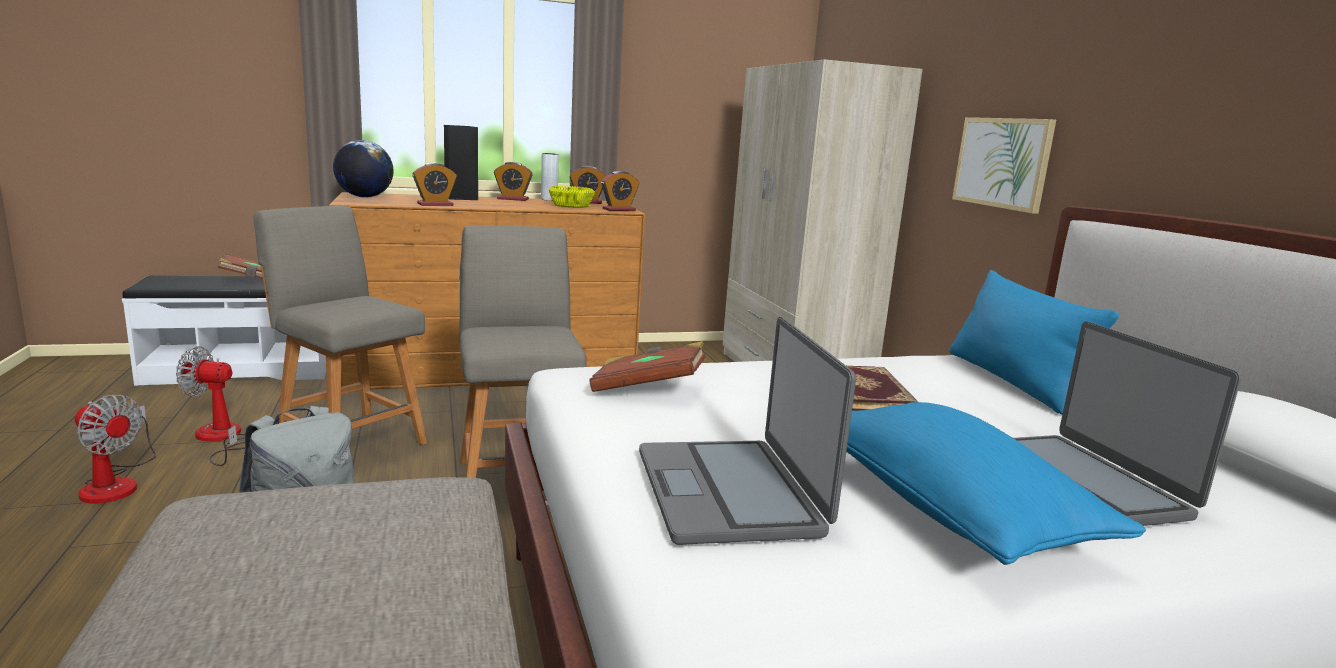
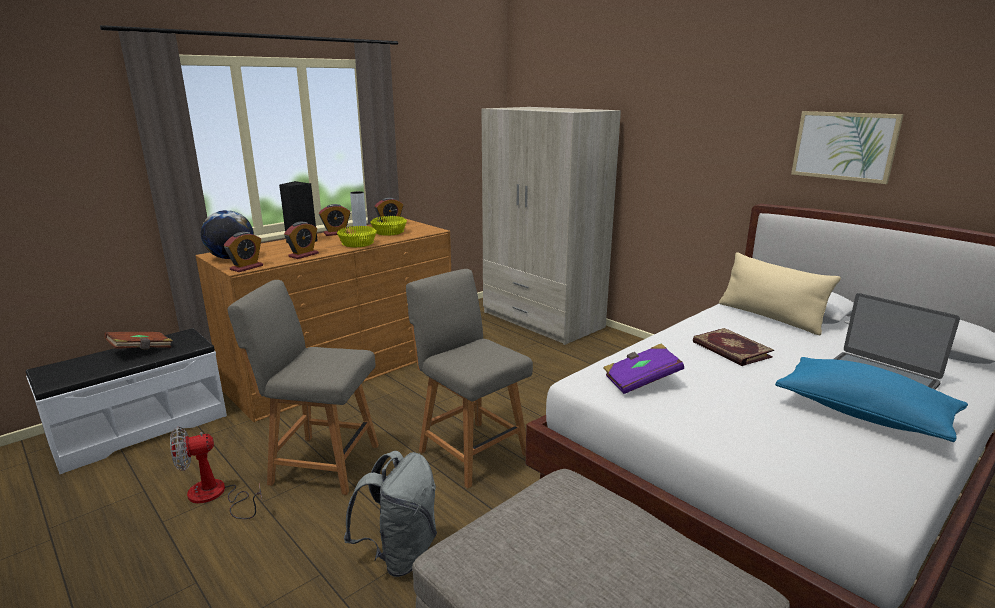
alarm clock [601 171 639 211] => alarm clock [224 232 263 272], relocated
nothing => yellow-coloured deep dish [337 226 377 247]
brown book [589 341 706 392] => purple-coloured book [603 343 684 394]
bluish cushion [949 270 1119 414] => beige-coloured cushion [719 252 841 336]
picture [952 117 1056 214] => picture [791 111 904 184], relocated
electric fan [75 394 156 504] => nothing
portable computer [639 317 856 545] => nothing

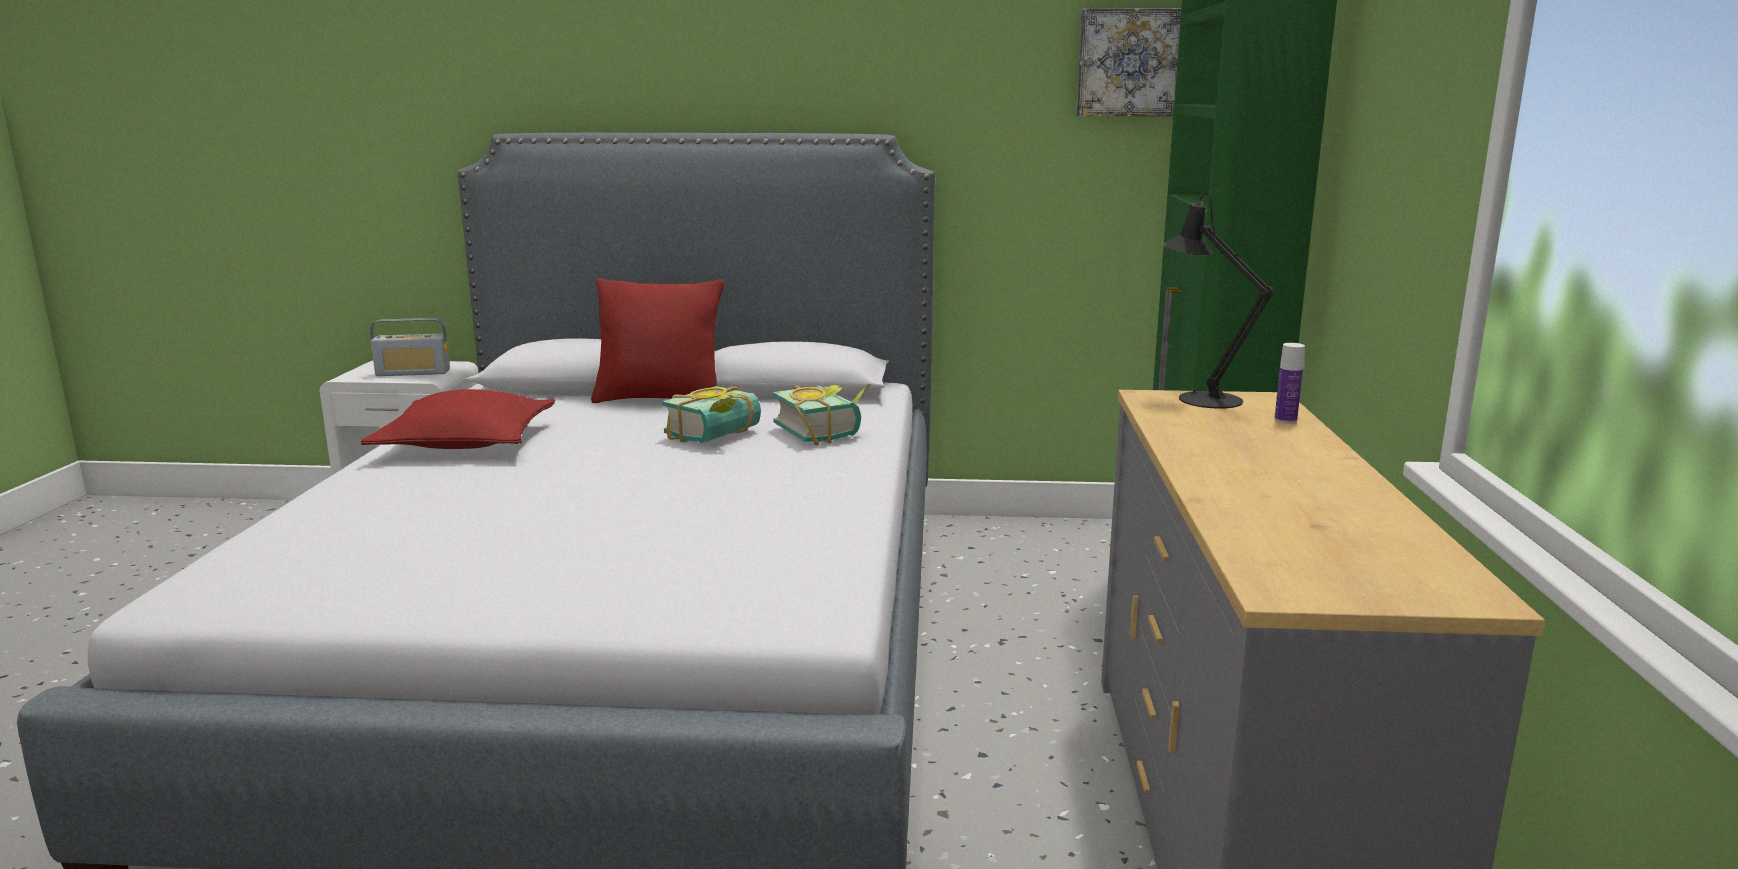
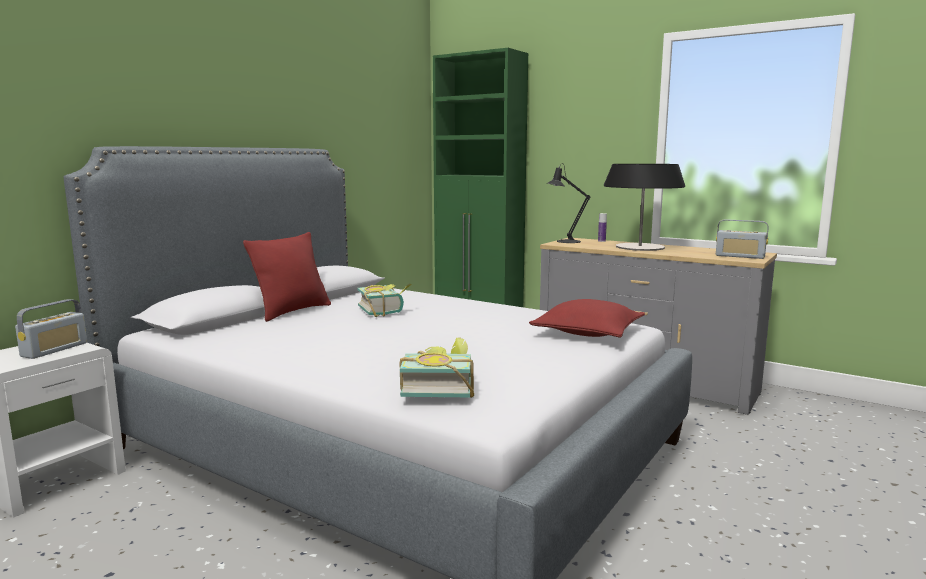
book [773 384 871 445] => book [400 338 474 398], relocated
red-coloured cushion [361 389 555 449] => red-coloured cushion [529 299 645 337], relocated
nothing => table lamp [604 164 685 251]
nothing => radio receiver [716 219 769 259]
picture [1076 8 1181 116] => nothing

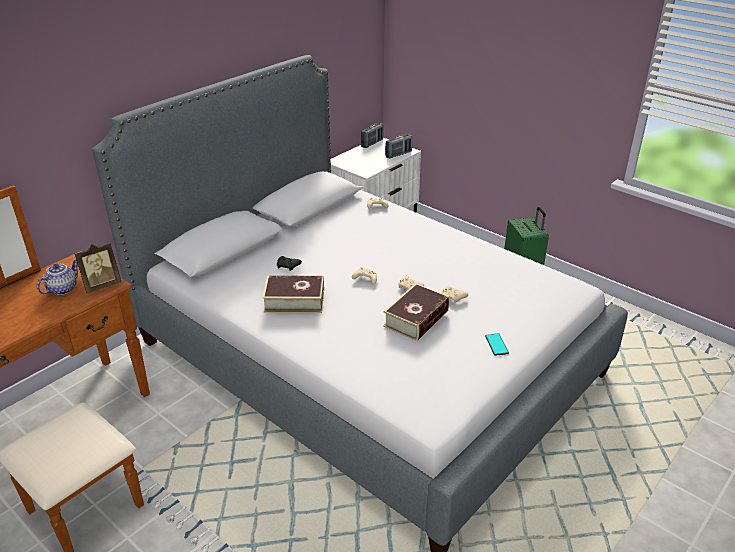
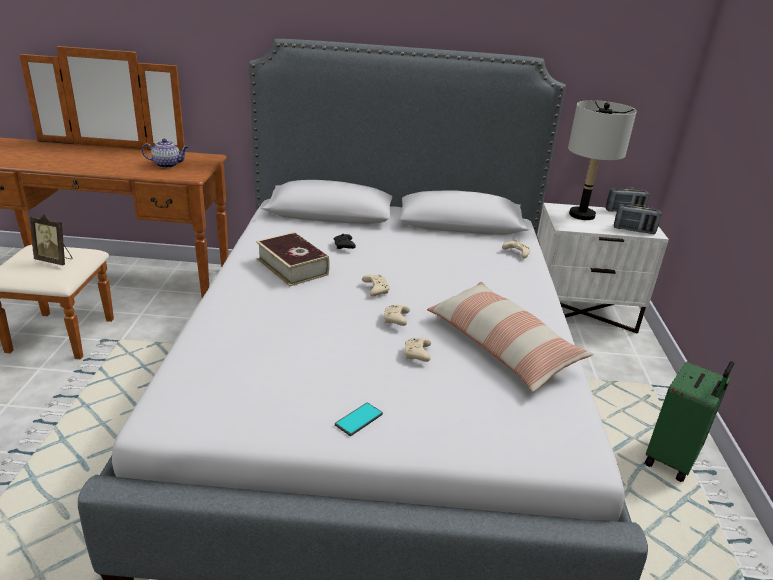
standing frame [75 243 121 293] => standing frame [30 215 72 265], relocated
nothing => cushion [427 282 593 392]
nothing => greyish table lamp [568 100 637 220]
book [383 283 450 341] => nothing

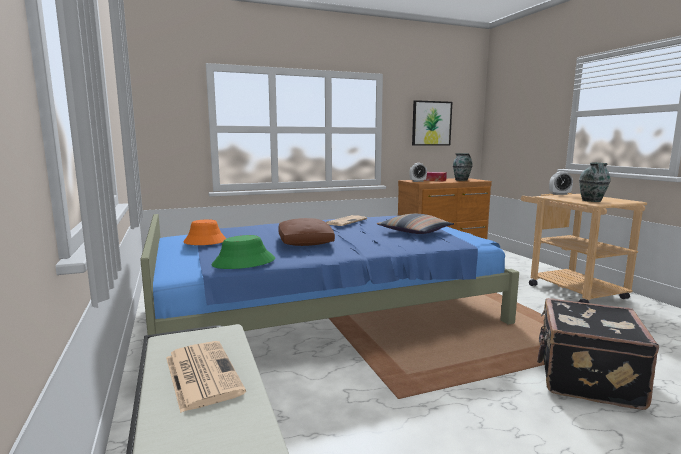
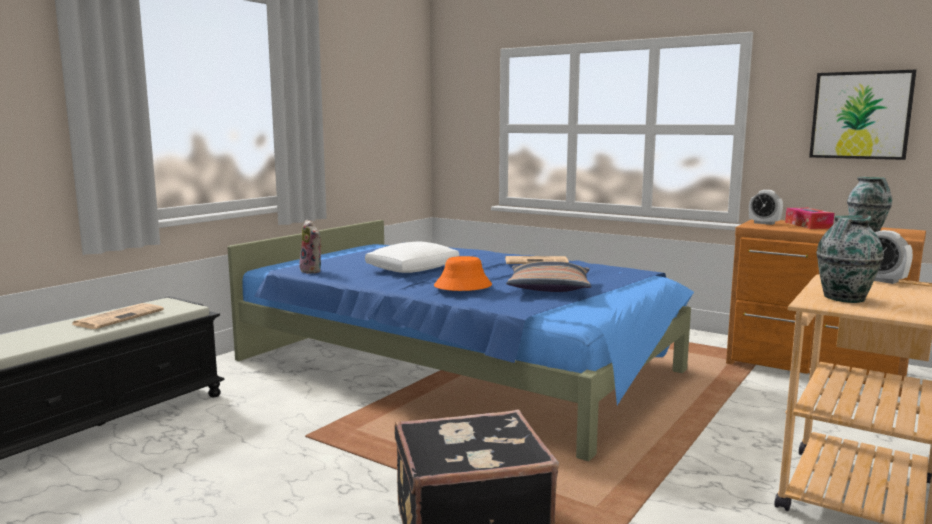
green clothing hat [211 235 275 269] => plush toy [299 220 322 274]
brown cushion [278 218 335 246] => white cushion [365 242 459 273]
orangey clothing hat [184 219 226 245] => orangey clothing hat [434 256 492 291], relocated

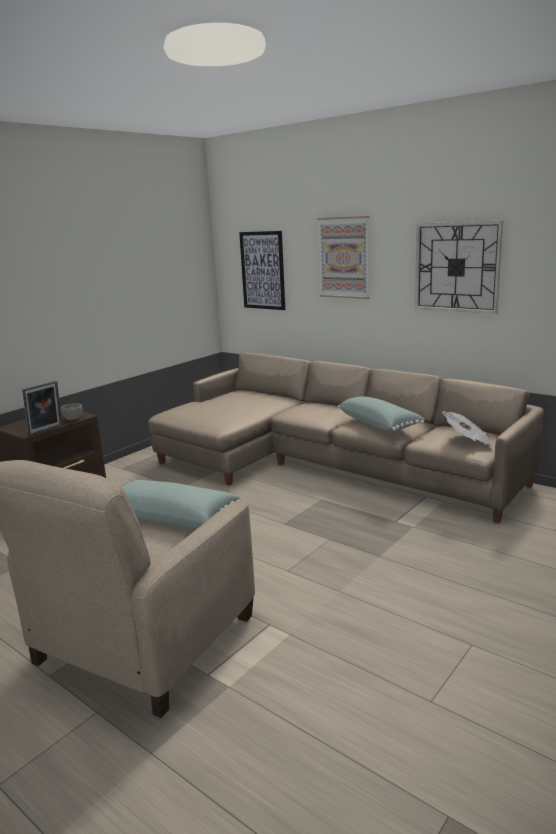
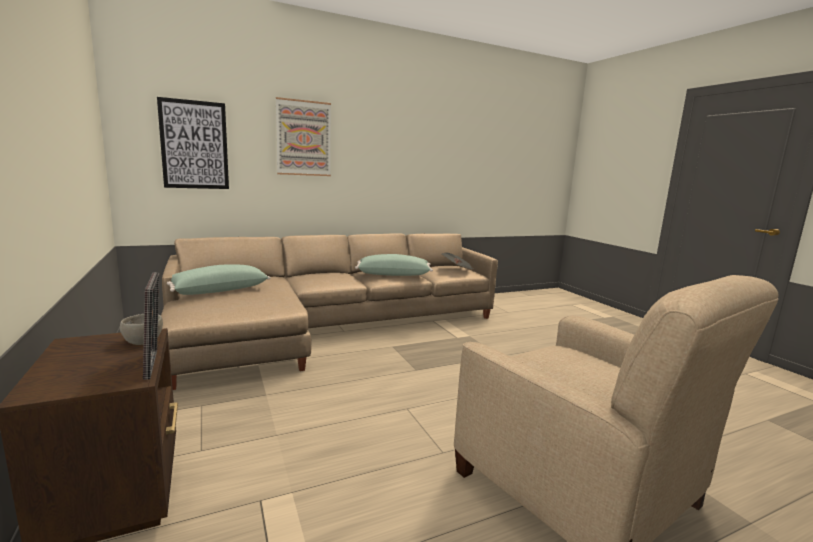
green cushion [121 480 241 528] => green cushion [167 264 271 295], relocated
clock on the wall [415 221 503 314] => nothing

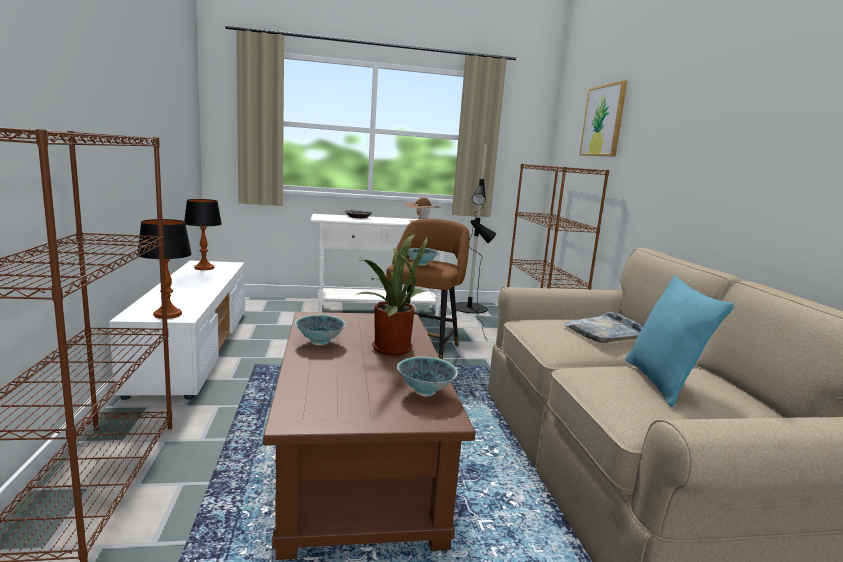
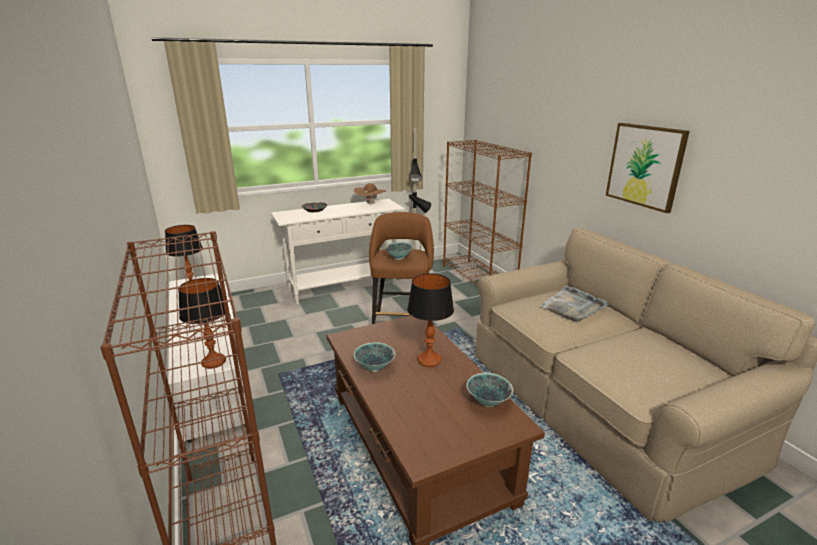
potted plant [356 234 428 356] => table lamp [407 273 454 367]
picture [579 80 627 157] => picture [606 123 690 213], relocated
turquoise-coloured cushion [625 275 734 407] => nothing

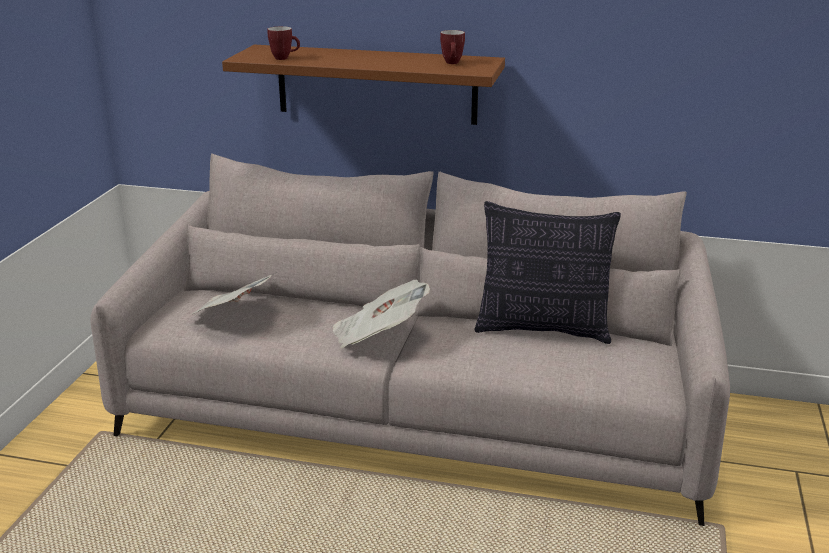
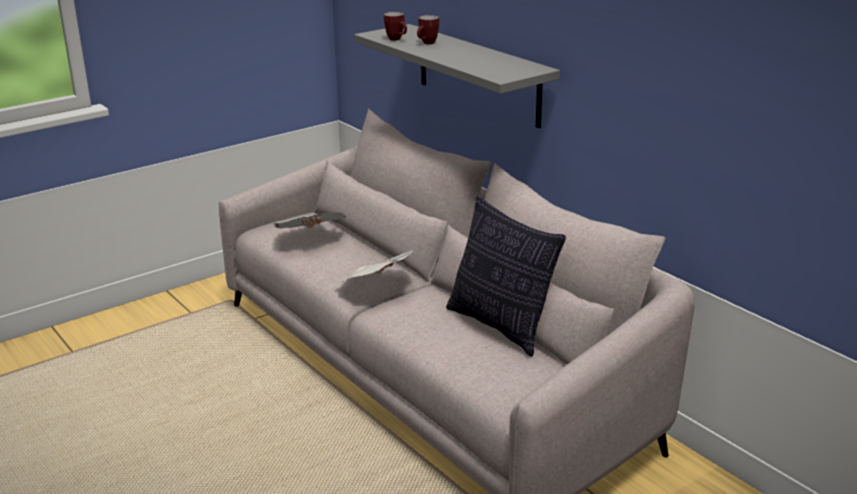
brown shelf [222 45 505 125] => greyish shelf [354 24 560 128]
coffee mug [440 30 465 64] => coffee mug [417 15 439 44], relocated

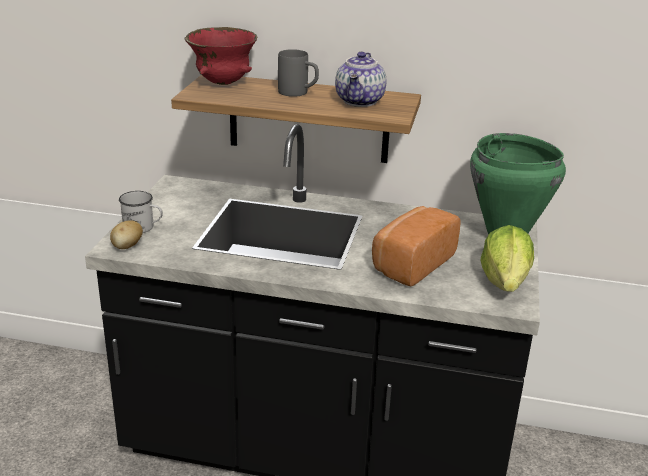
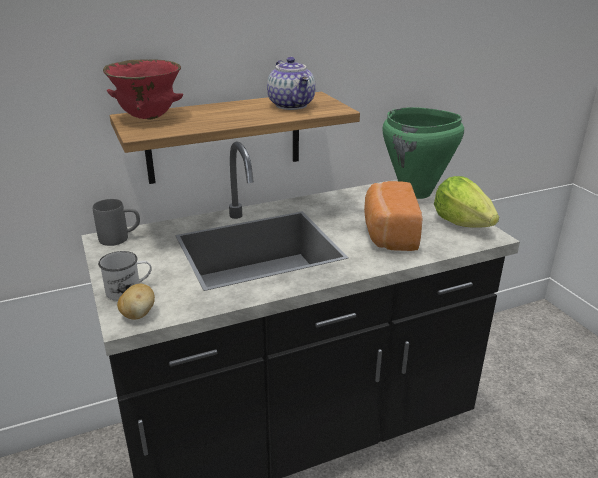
greyish coffee mug [278 49 319 97] => greyish coffee mug [93 199 140 246], relocated

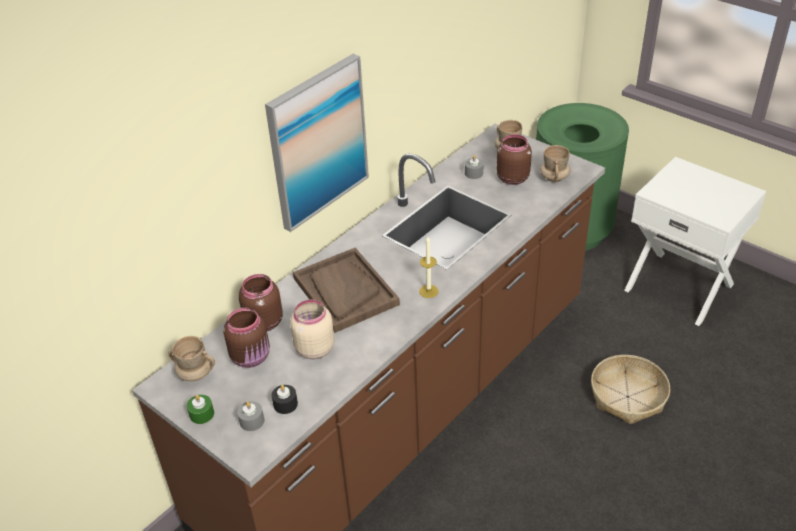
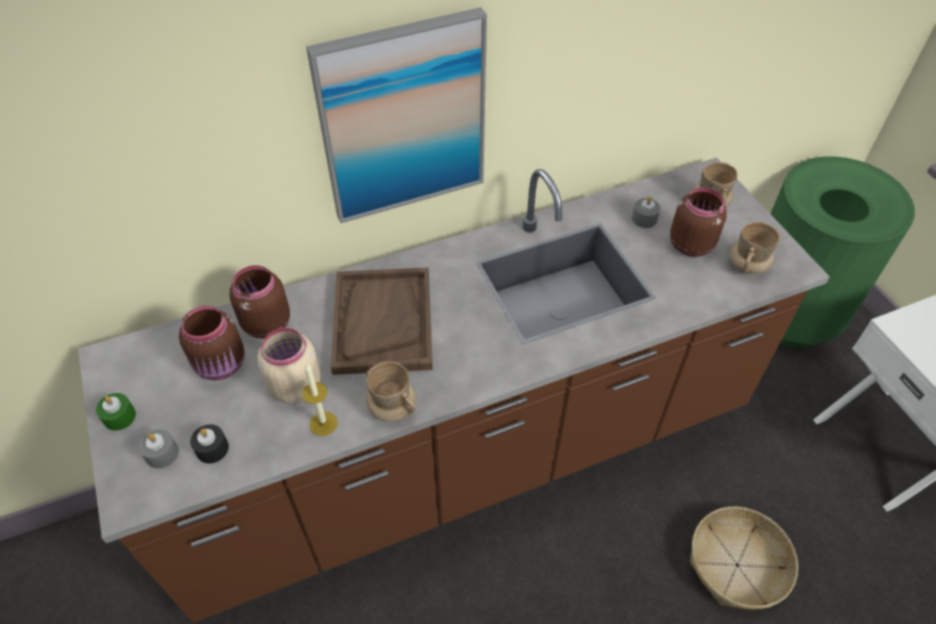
wax candle [419 236 438 298] => wax candle [302 363 338 436], relocated
beige-coloured coffee mug [168 336 215 381] => beige-coloured coffee mug [366 361 416 422], relocated

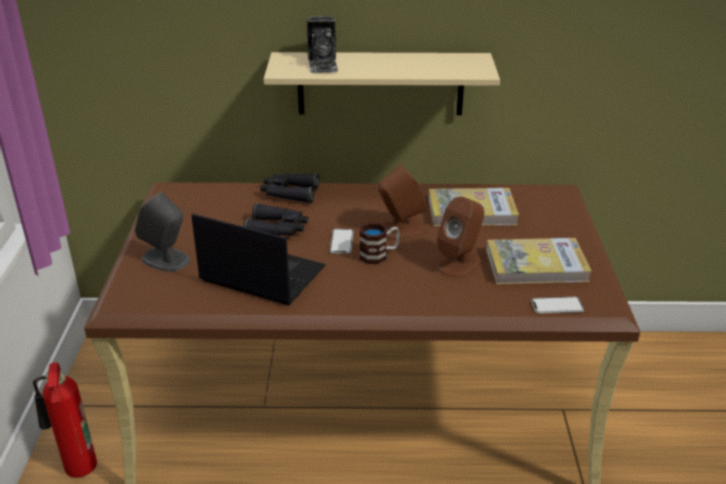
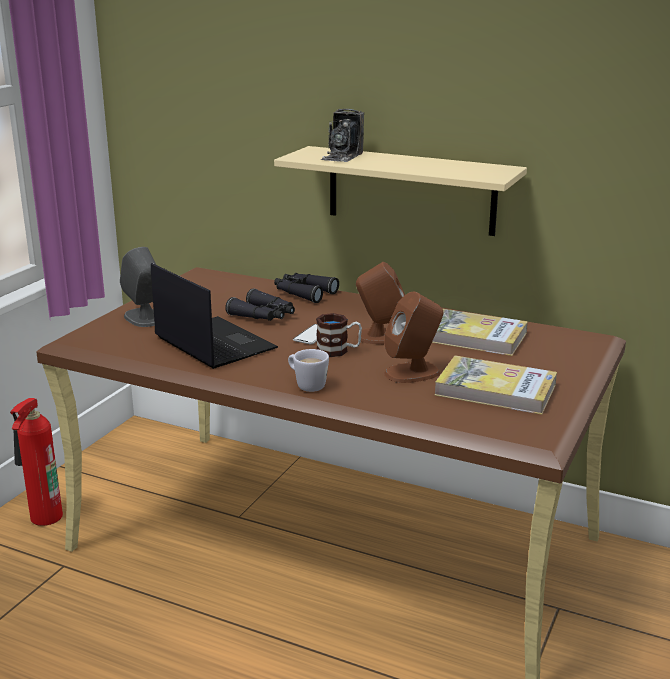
nothing => white coffee mug [288 349 329 392]
handset [531 297 584 314] => nothing

